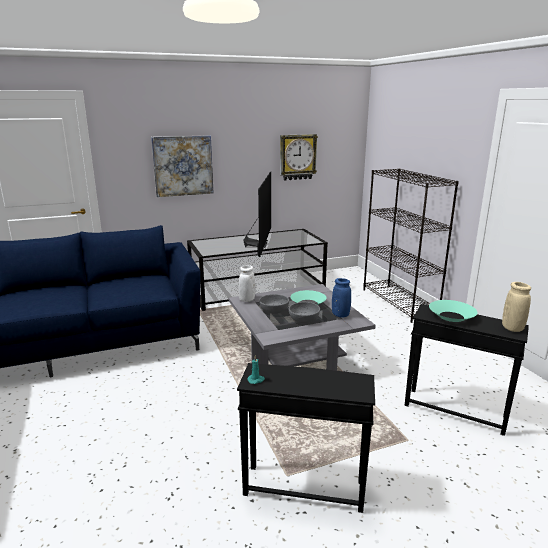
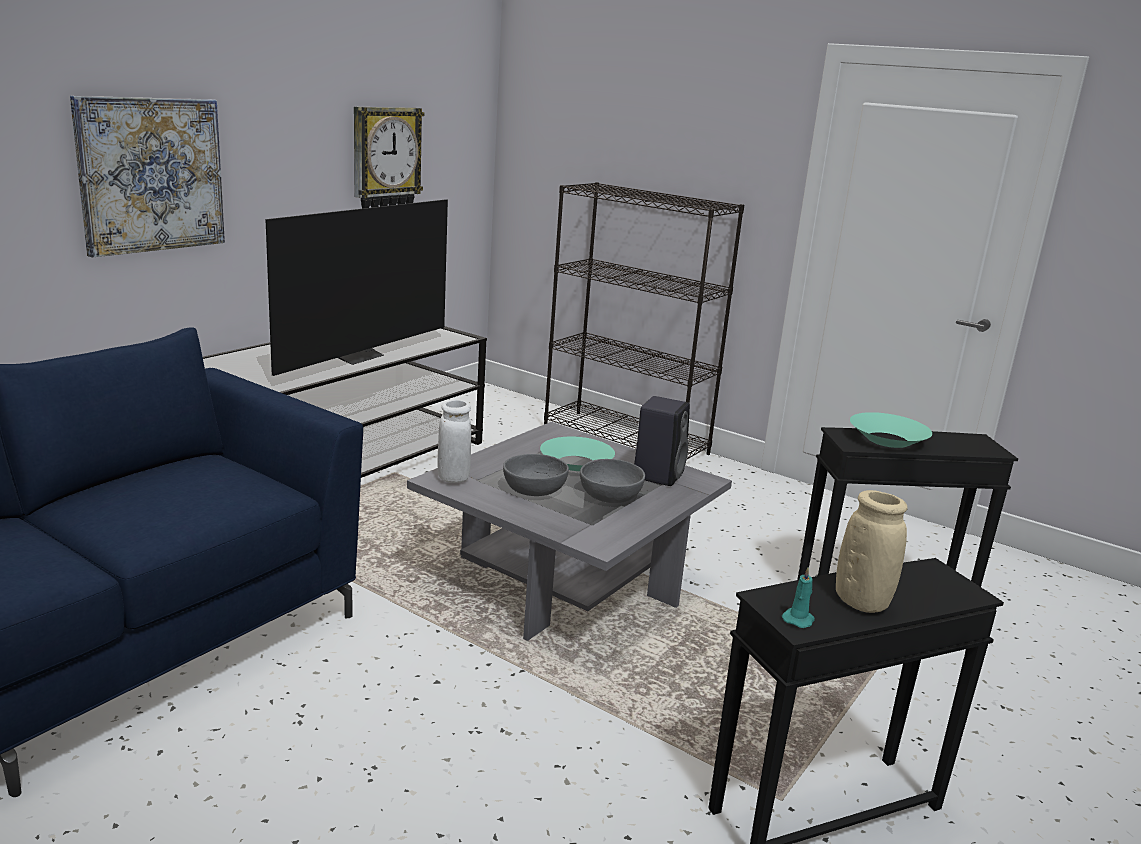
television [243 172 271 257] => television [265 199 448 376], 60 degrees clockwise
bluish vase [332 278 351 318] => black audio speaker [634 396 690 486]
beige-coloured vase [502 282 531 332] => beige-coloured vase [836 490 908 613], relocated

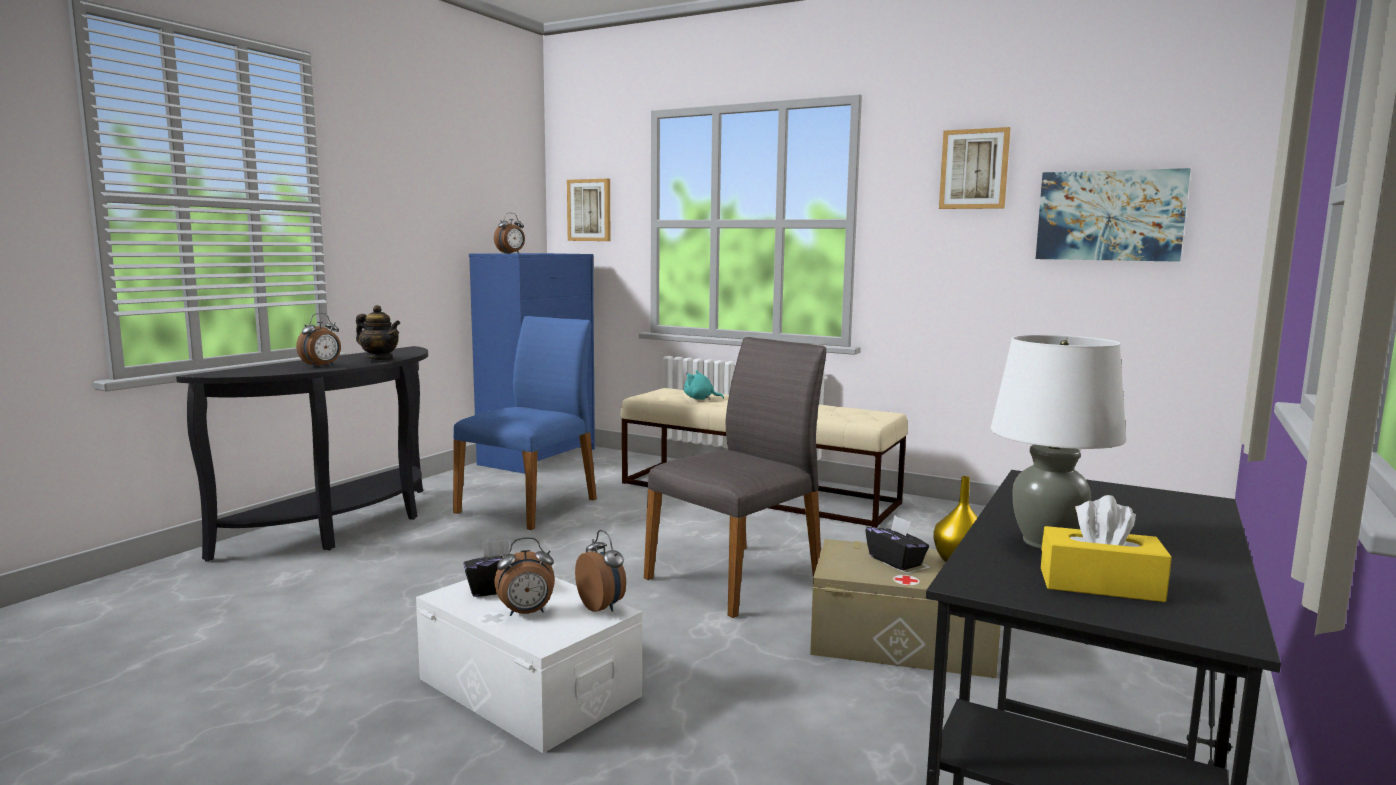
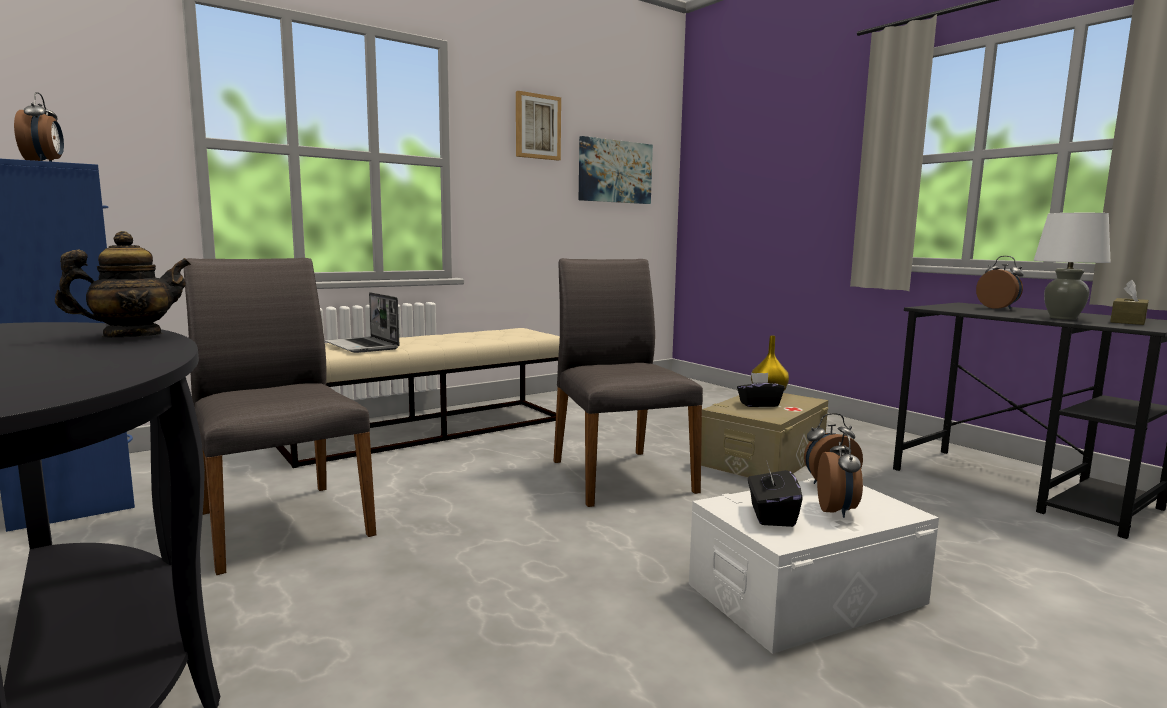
bluish chair [453 316 597 530] => greyish chair [184 258 376 575]
turquoise-coloured plush toy [684 370 724 400] => portable computer [325 292 399 353]
alarm clock [296 313 341 367] => alarm clock [976 256 1024 309], relocated
yellow-coloured tissue holder [1041 495 1172 602] => brown tissue holder [1110 280 1149 325]
picture [567 179 610 241] => nothing

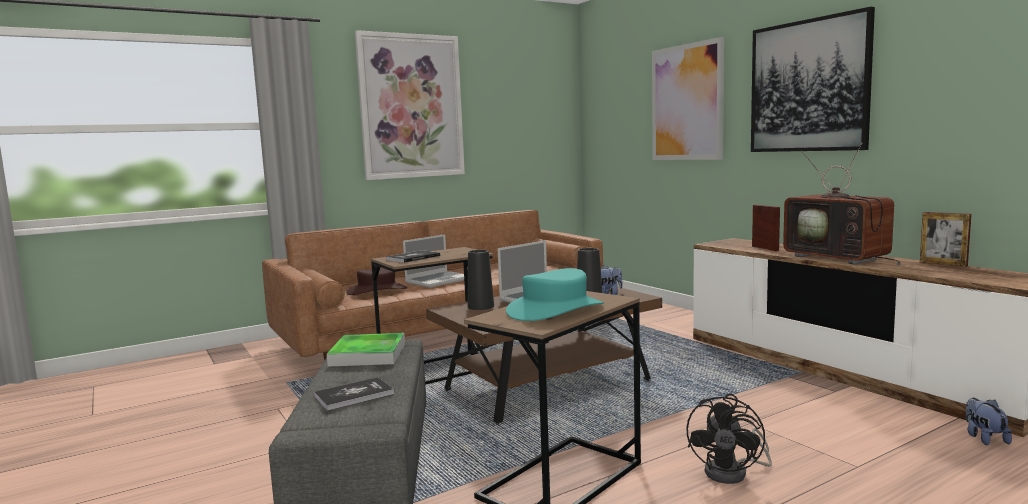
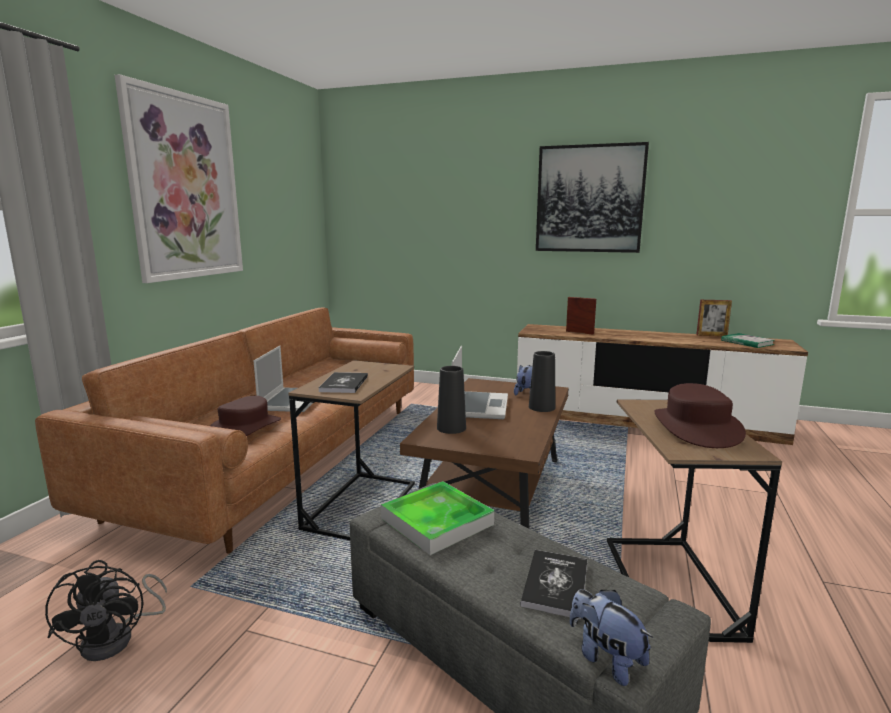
black electric fan [686 394 772 484] => black electric fan [45 560 167 661], relocated
plush toy [966 398 1012 445] => plush toy [570 589 653 686], relocated
turquoise-coloured clothing hat [506 268 604 321] => brown clothing hat [655 383 746 448]
nothing => book [721 333 775 348]
picture [652 37 724 160] => nothing
television [783 142 901 265] => nothing

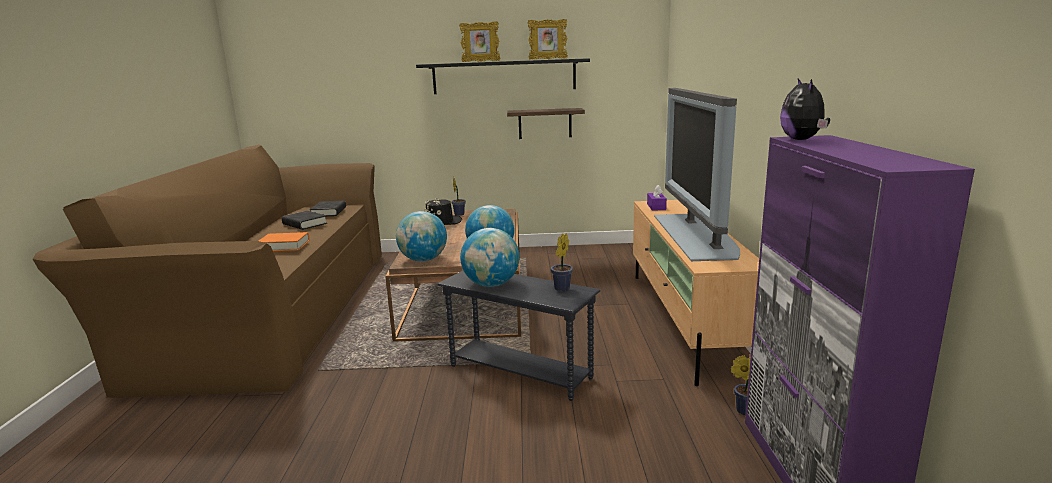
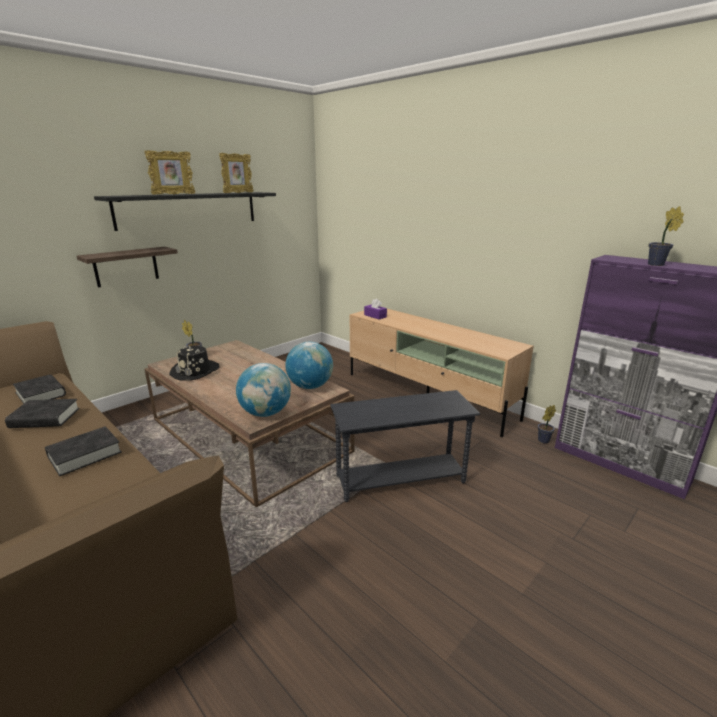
orangey book [259 232 310 251] => black book [45 426 122 476]
shelf [507 108 585 139] => shelf [77 247 178 287], relocated
potted plant [551 233 573 291] => potted plant [648 206 684 266], relocated
desk globe [460 228 520 287] => nothing
television [654 88 740 261] => nothing
plush toy [780 79 830 140] => nothing

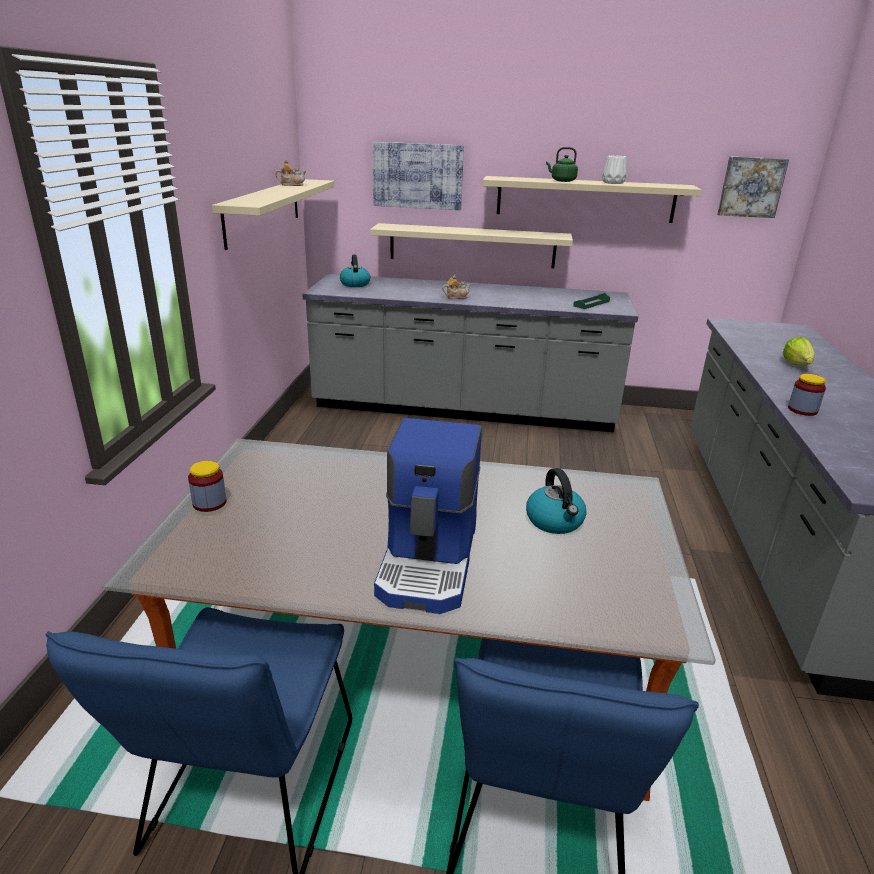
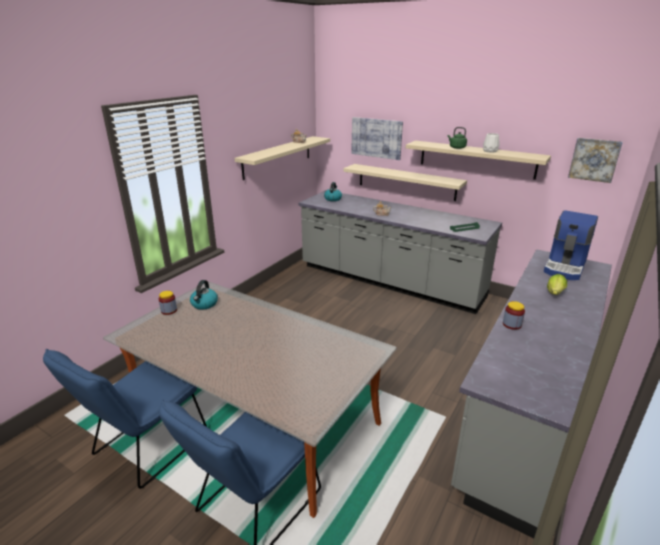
kettle [526 468 587 534] => kettle [190 280 218 310], relocated
coffee machine [374 418 482 614] => coffee machine [544 210 598 280], relocated

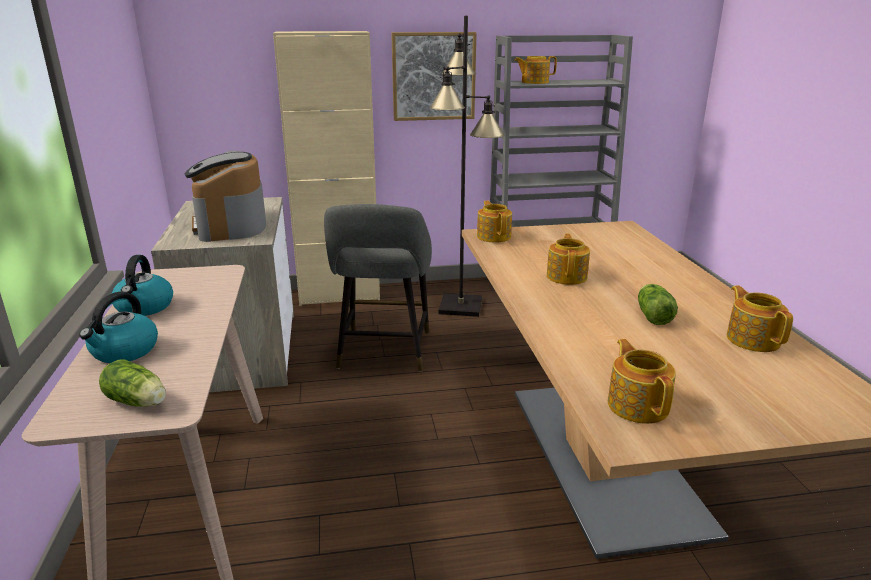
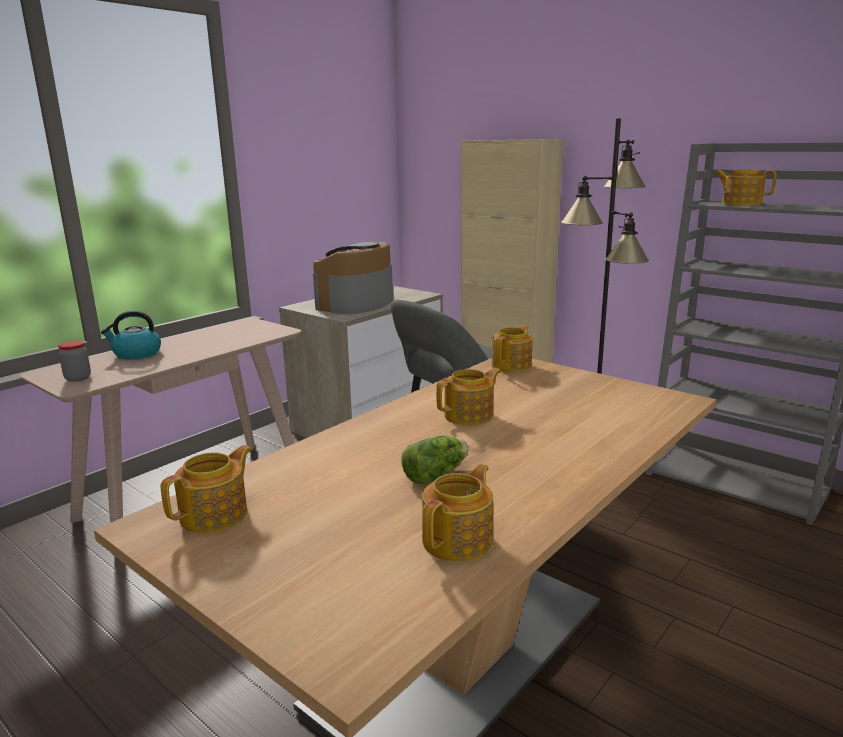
lettuce head [99 359 166 407] => storage jar [58 341 91 382]
kettle [111 255 173 316] => nothing
picture [391 32 477 121] => nothing

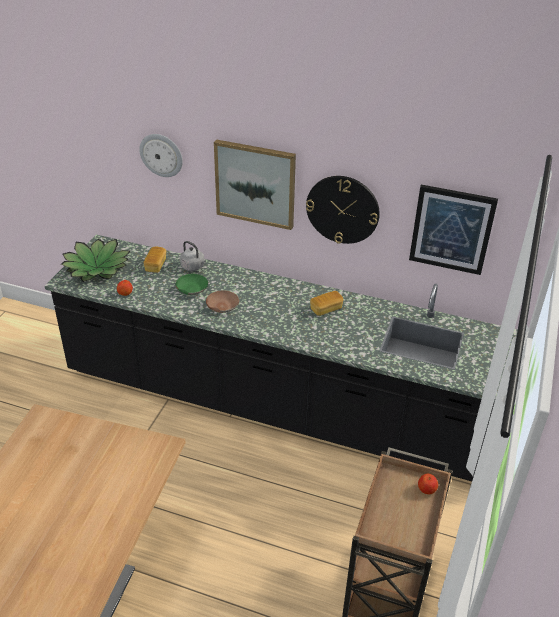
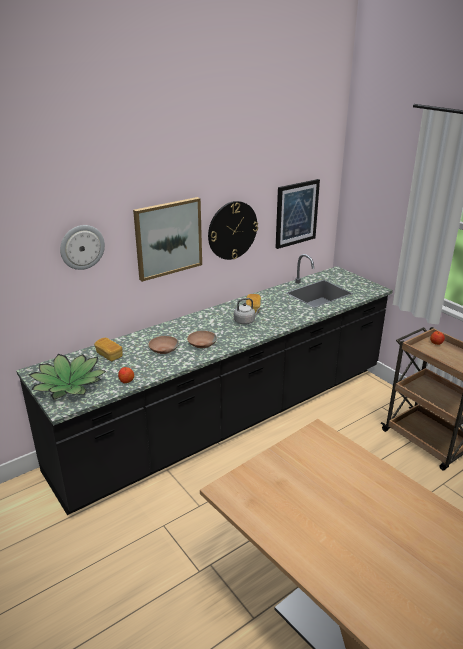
green deep dish [176 274 208 295] => brown deep dish [148 336 179 354]
greyish kettle [180 241 206 271] => greyish kettle [234 298 261 325], relocated

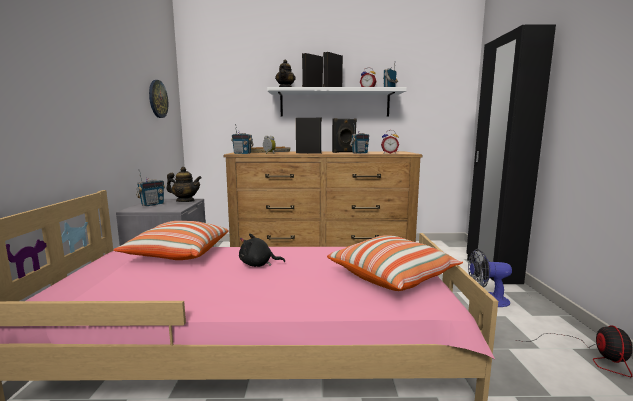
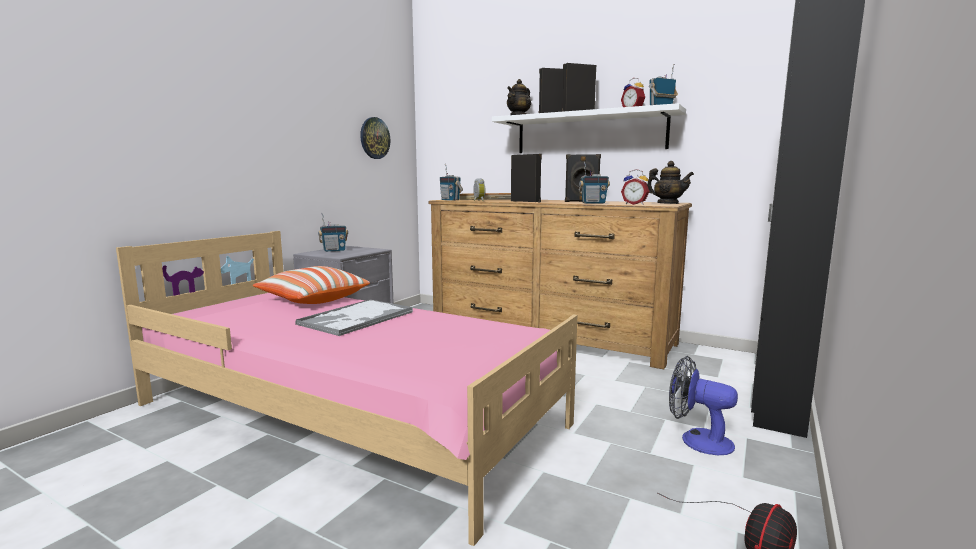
black plush toy [239 233 285 267] => tray [296 299 413 336]
tea pot [166 167 202 202] => tea pot [647 161 694 204], relocated
cushion [327 235 463 291] => nothing

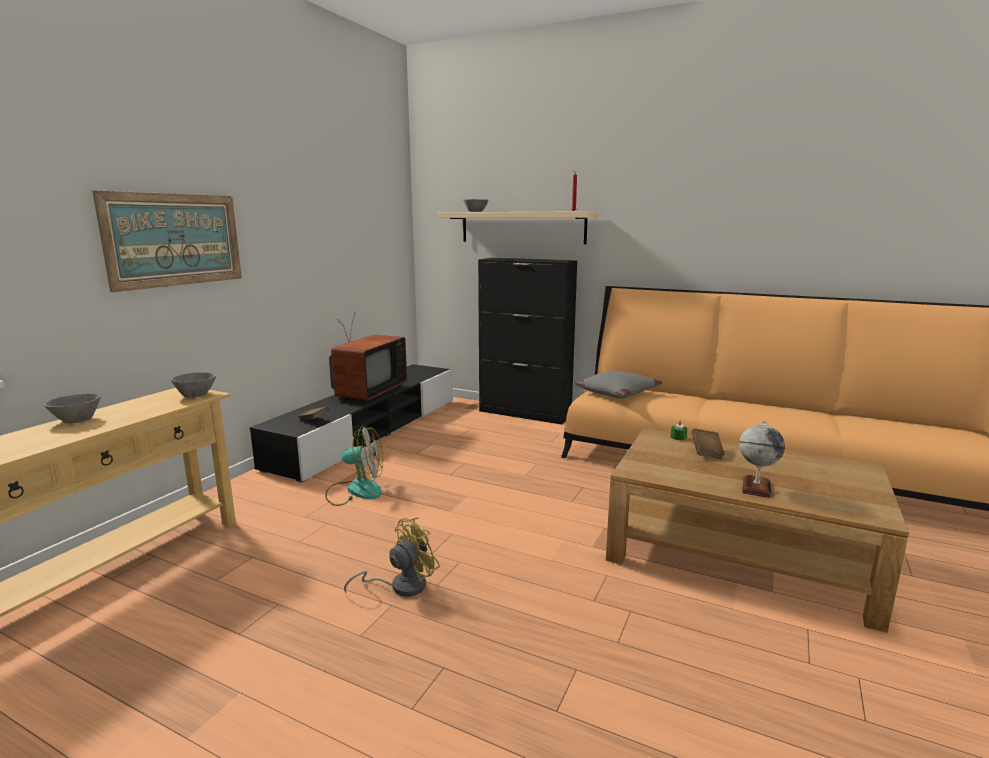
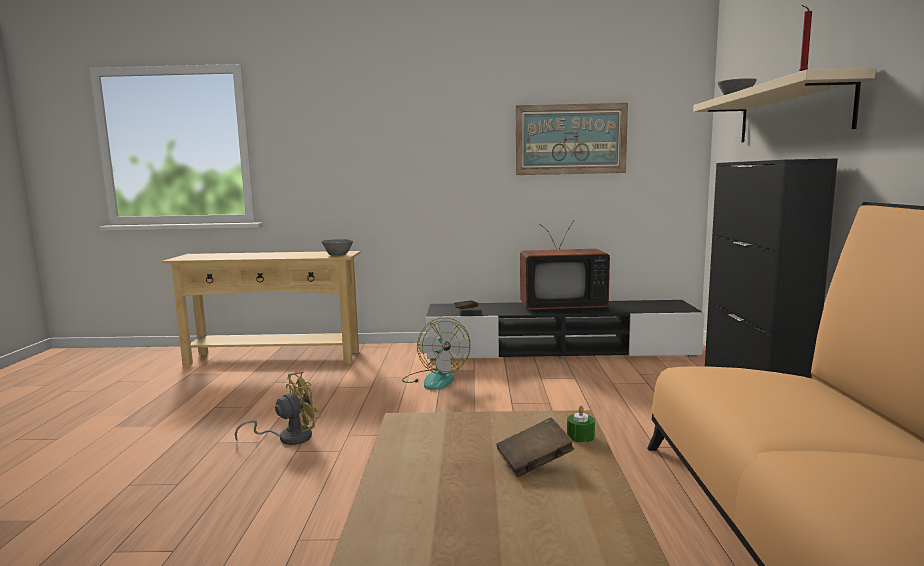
yellow-coloured electric fan [344 517 440 597] => yellow-coloured electric fan [235 372 321 445], 60 degrees counterclockwise
picture [92 190 242 292] => picture [516 103 628 175], relocated
greyish deep dish [44 393 101 423] => nothing
greyish cushion [575 371 662 398] => nothing
desk globe [739 421 785 498] => nothing

